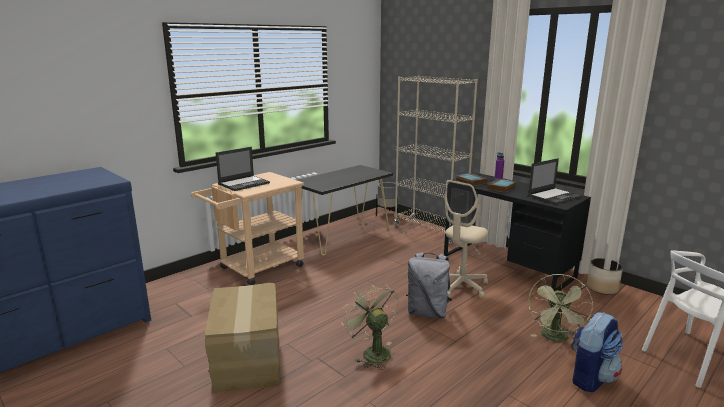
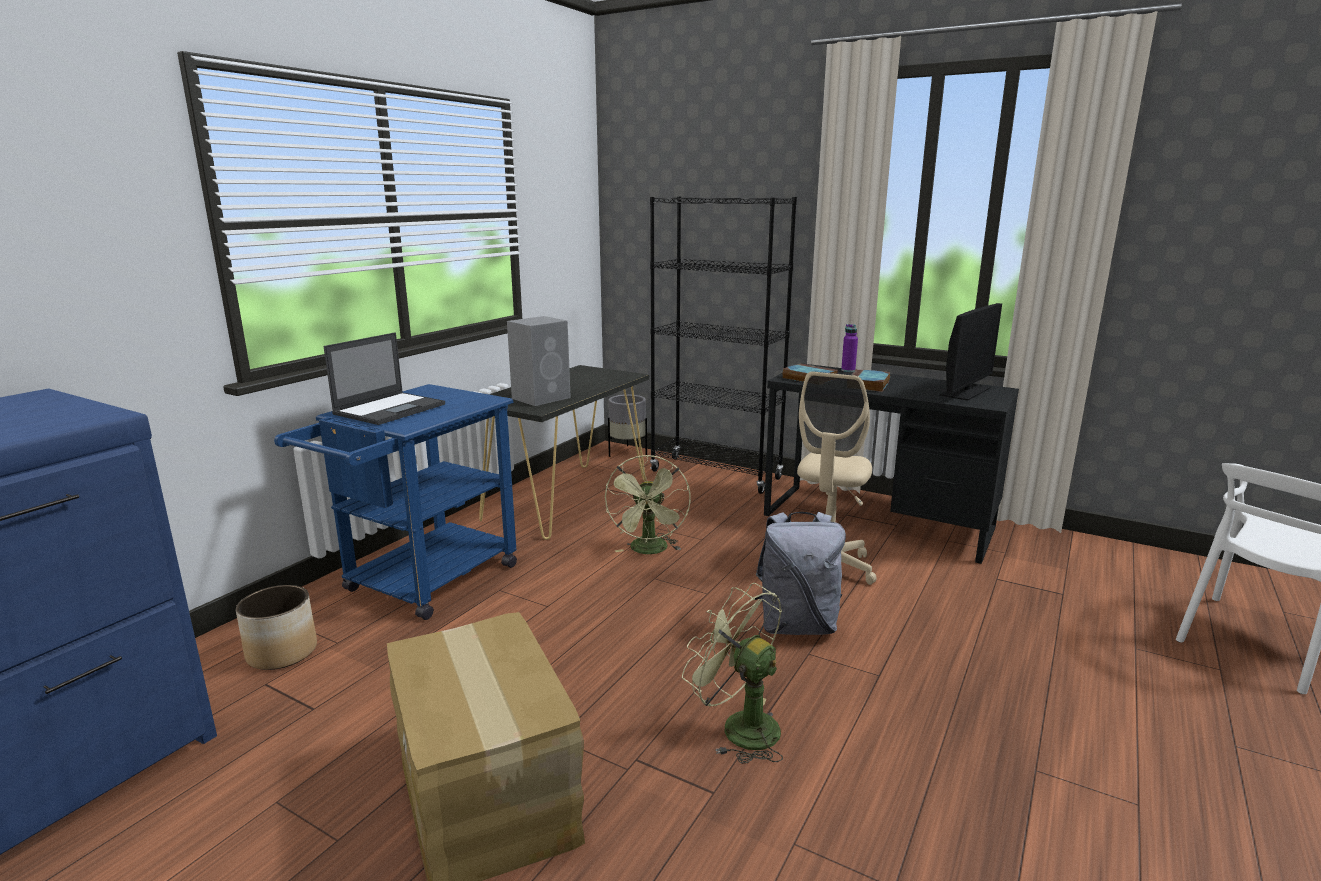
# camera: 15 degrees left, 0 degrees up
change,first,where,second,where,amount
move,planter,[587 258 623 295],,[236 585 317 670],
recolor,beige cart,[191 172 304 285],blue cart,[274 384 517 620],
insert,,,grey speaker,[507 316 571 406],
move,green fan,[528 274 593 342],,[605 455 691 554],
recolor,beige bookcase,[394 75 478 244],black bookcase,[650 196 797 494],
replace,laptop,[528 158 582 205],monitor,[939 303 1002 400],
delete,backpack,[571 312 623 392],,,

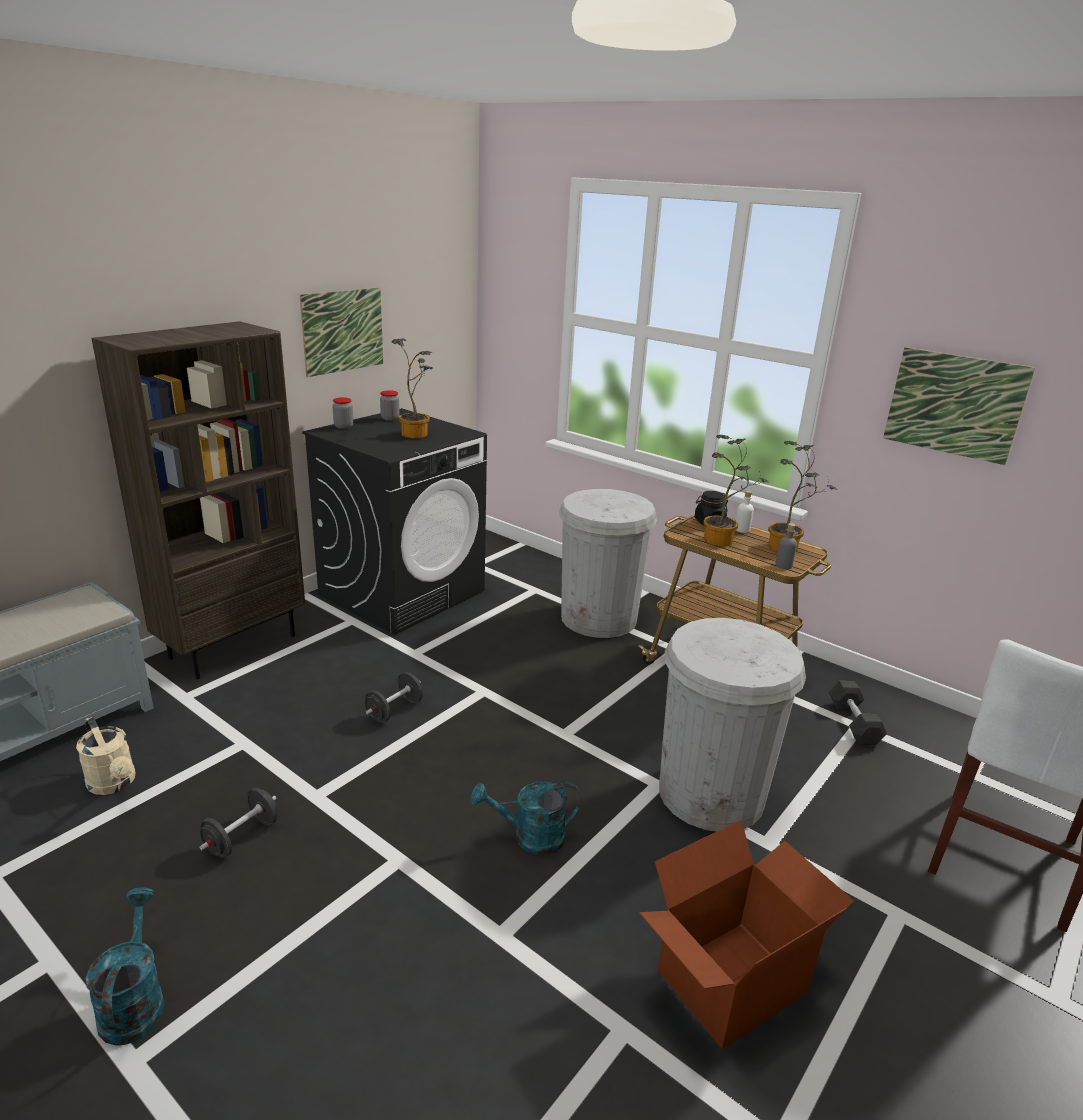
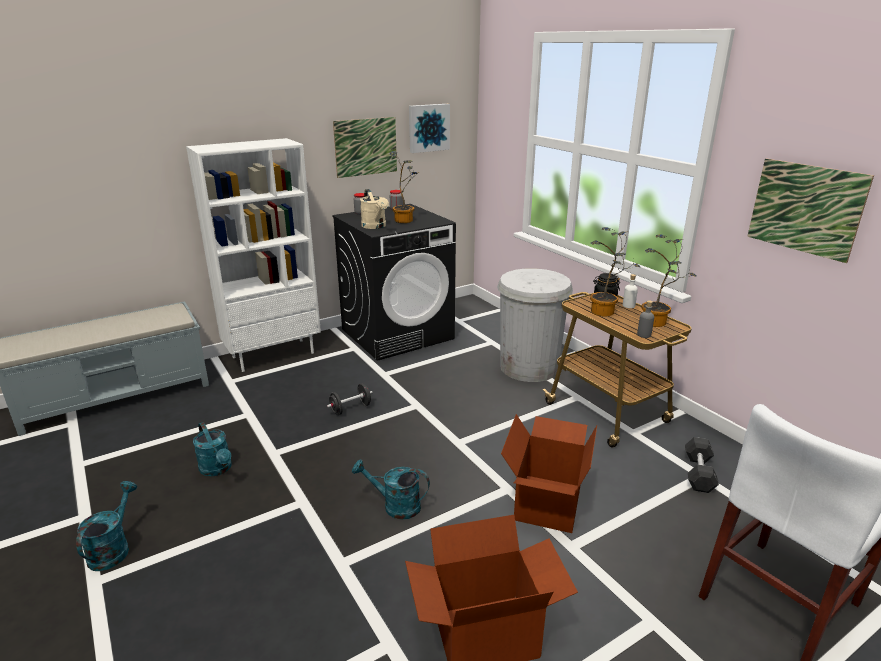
# camera: 20 degrees right, 0 degrees up
change,first,where,second,where,amount
recolor,brown bookcase,[92 321 305 679],white bookcase,[186 138 321 372],
replace,black dumbbell,[199 788 277 858],turquoise watering can,[193 422 232 477],
move,beige watering can,[76 717 135 795],,[360 189 389 229],
insert,,,picture,[409 104 450 153],
replace,white trash can,[659 618 806 832],cardboard box,[501 414 597 533],

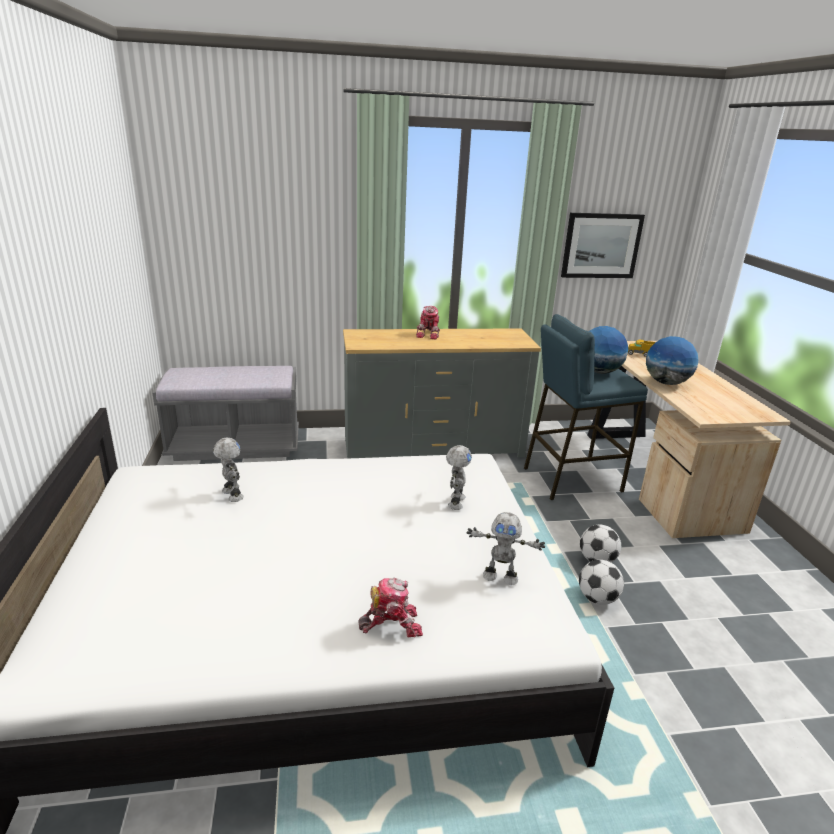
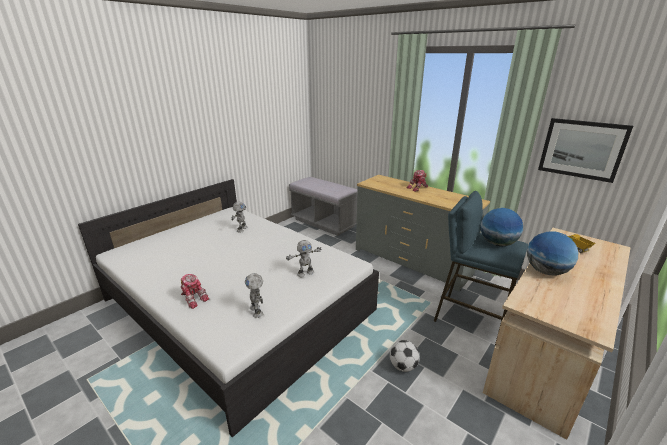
# camera: 50 degrees right, 0 degrees up
change,first,where,second,where,amount
delete,football,[579 560 624 605],,,

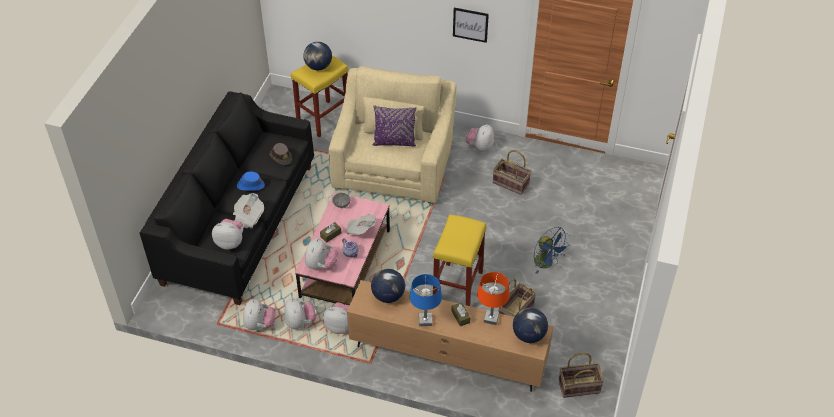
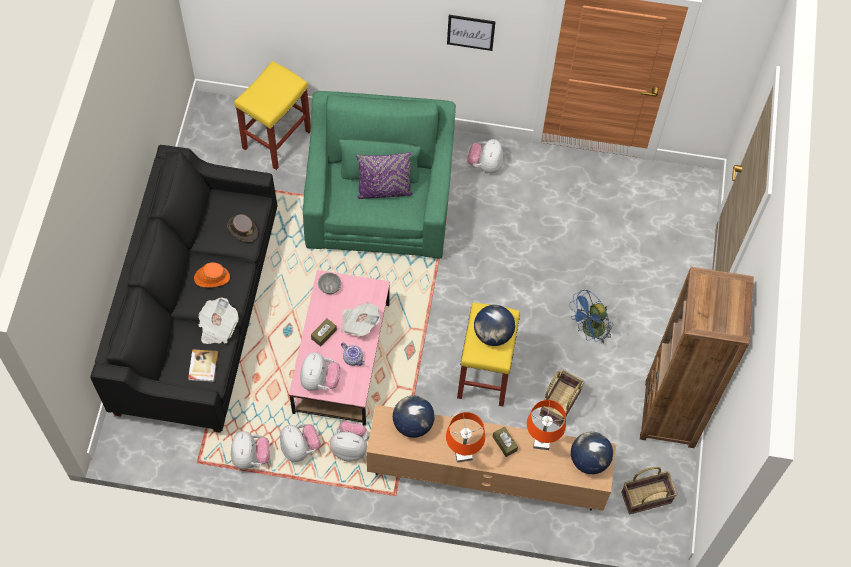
# camera: 10 degrees left, 15 degrees up
change,first,where,second,where,amount
replace,plush toy,[212 219 243 250],book,[188 349 218 382],
recolor,blue hat,[237 171 265 191],orange hat,[194 262 230 287],
recolor,beige armchair,[329 66 457 204],green armchair,[303 91 456 259],
recolor,blue table lamp,[410 274 442 326],orange table lamp,[446 412 485 463],
move,globe,[303 42 332 70],,[474 305 515 346],
rotate,blue fan,[534 227 570 274],,[569 290 613 343],105 degrees clockwise
insert,,,brown bookcase,[640 267 754 448],
delete,basket,[493 150 531 195],,,

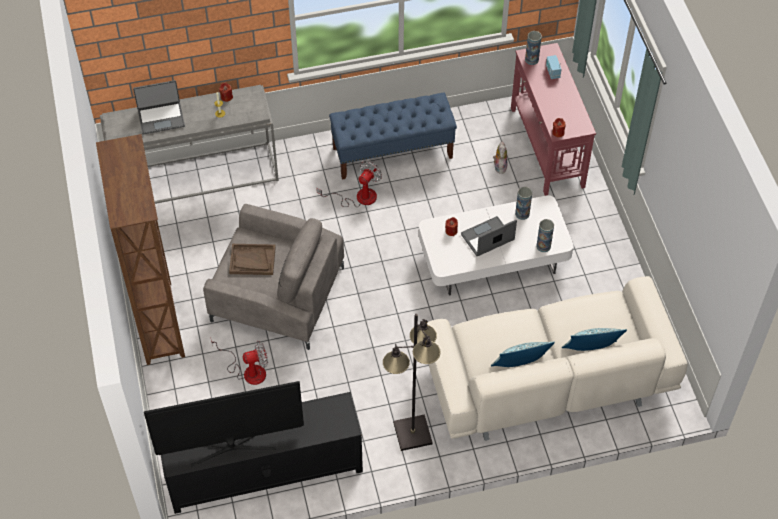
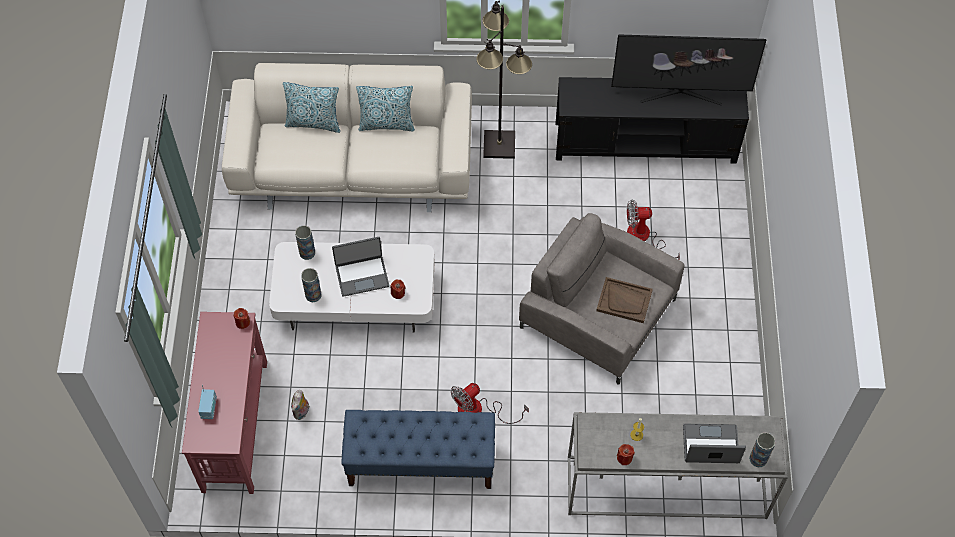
# camera: 165 degrees left, 5 degrees up
change,first,where,second,where,amount
move,vase,[525 31 542 65],,[749 432 776 467],
delete,brown bookcase,[96 134 185 365],,,

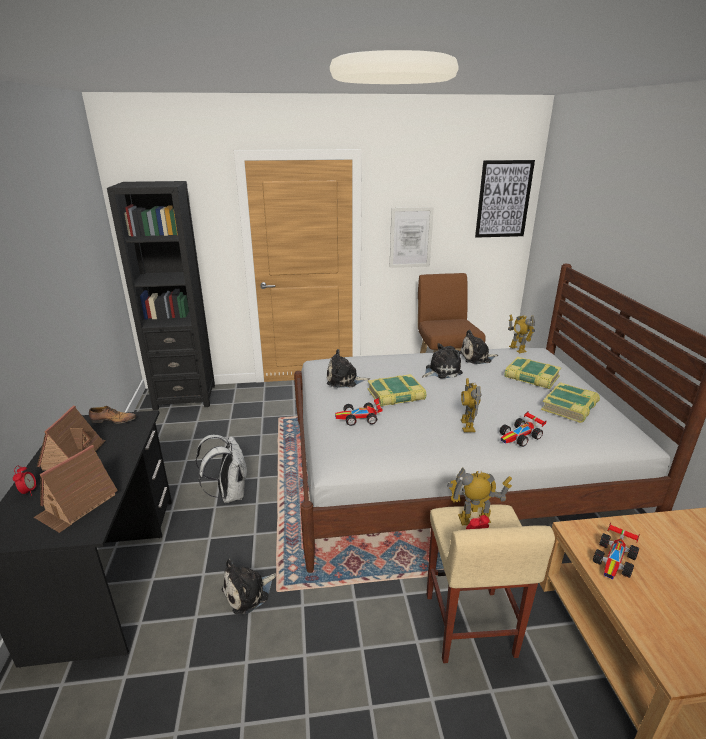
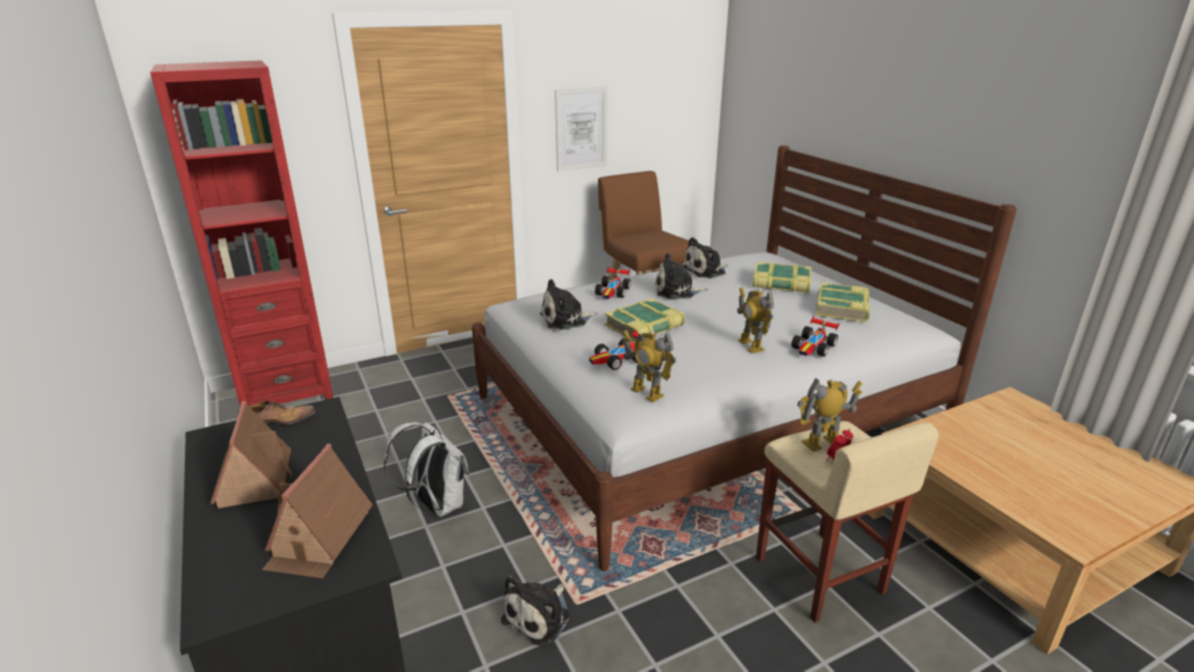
# camera: 20 degrees left, 0 degrees up
change,first,where,second,where,amount
recolor,black bookcase,[107 181 215 411],red bookcase,[150 60 333 406],
move,toy car,[593 523 640 579],,[595 267 631 299],
move,toy robot,[508 315 535 353],,[623 330 676 402],
rotate,plush toy,[422 343 463 379],,[655 253 708 299],135 degrees counterclockwise
delete,alarm clock,[13 466 36 496],,,
delete,picture,[475 160 535 238],,,

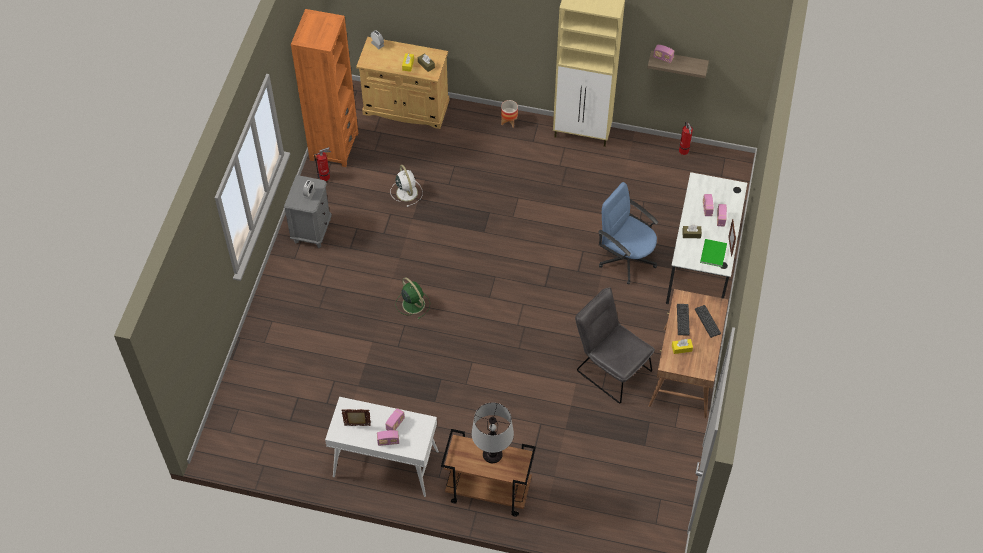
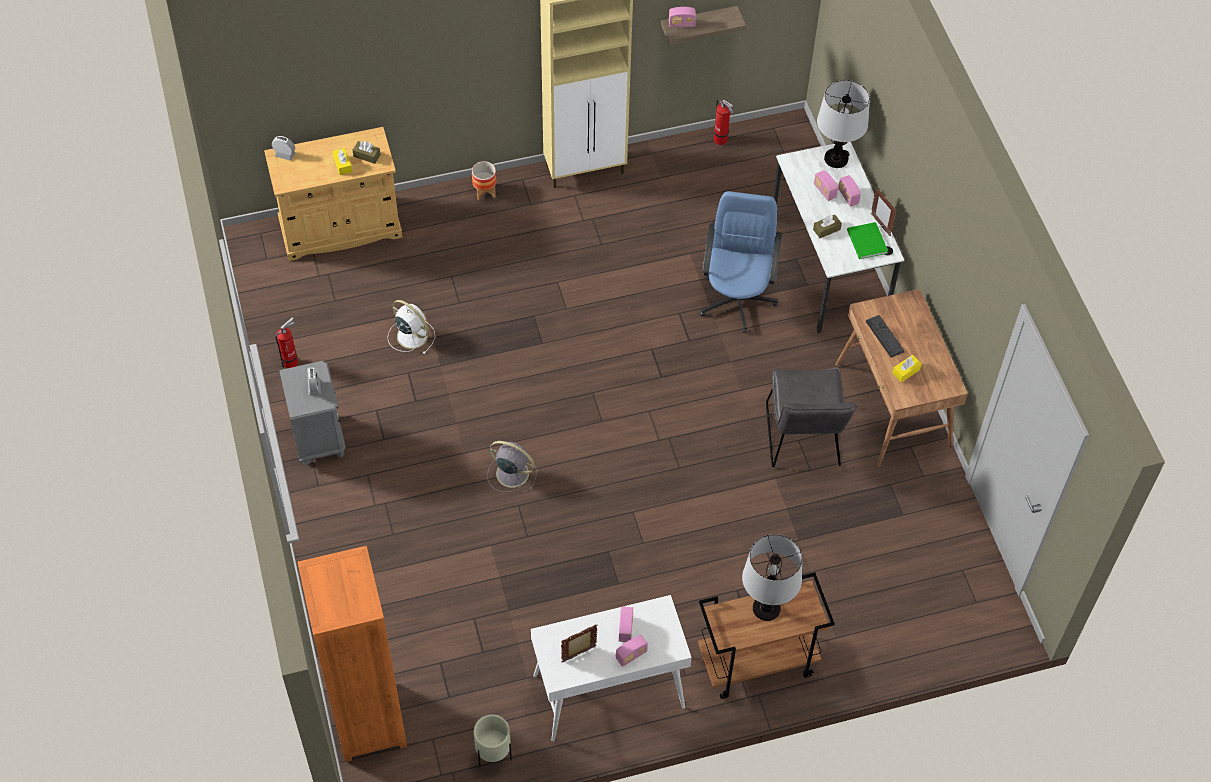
# camera: 30 degrees left, 0 degrees up
change,first,where,second,where,amount
move,orange bookcase,[291 9 358 167],,[297 546 407 762],
insert,,,beige planter,[474 714 512 767],
recolor,green fan,[396 277 430 319],grey fan,[487 441 537 492],
rotate,blue office chair,[598 182 658 284],,[700 191 782 333],90 degrees clockwise
rotate,grey chair,[575 288 655 404],,[766 368 857 467],105 degrees counterclockwise
insert,,,table lamp,[817 80 870 168],
delete,keyboard,[695 305 721 338],,,

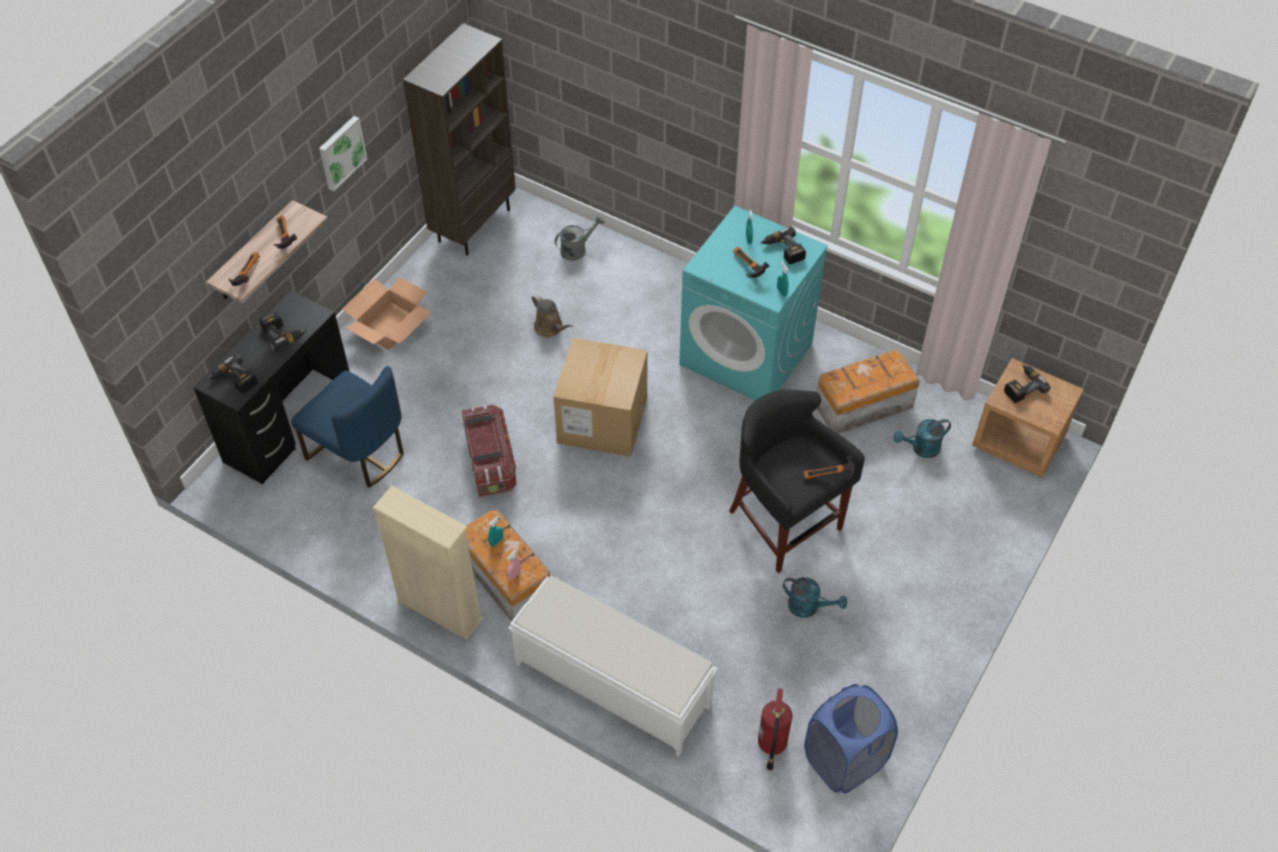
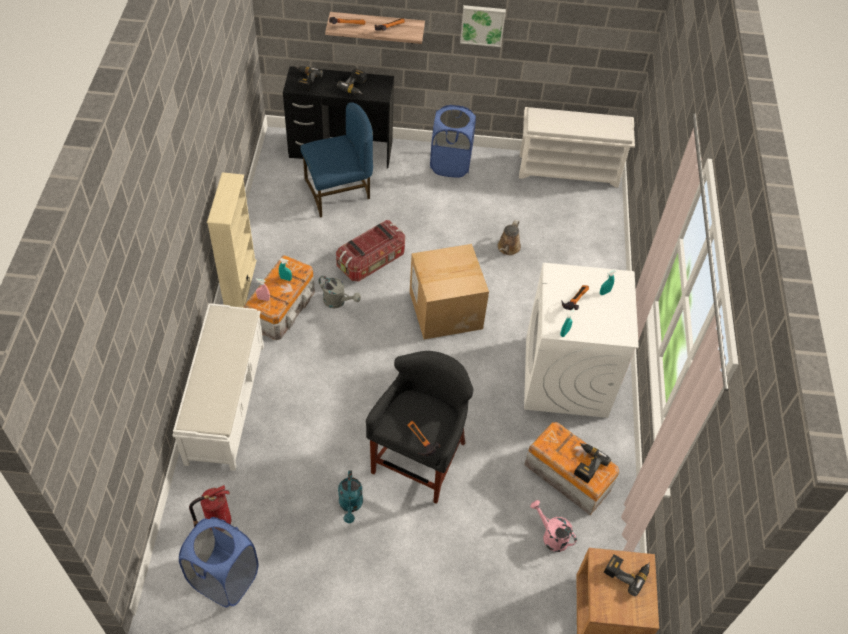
# camera: 60 degrees right, 0 degrees up
change,first,where,second,where,amount
rotate,blue chair,[291 366 404 488],,[300 102 373 218],120 degrees counterclockwise
move,grey watering can,[555 215 605 261],,[318 276 361 308],
replace,cardboard box,[342 277 432 350],blue laundry basket,[430 105 476 178],
replace,brown bookcase,[403 23 516 255],white shoe rack,[519 107 635 188],
recolor,turquoise washing machine,[679 206 828 401],white washing machine,[524 263 639 418],
recolor,turquoise watering can,[893 419 951 458],pink watering can,[530 500 577 552],
move,power drill,[760 227 806 265],,[574 443 611 483],

